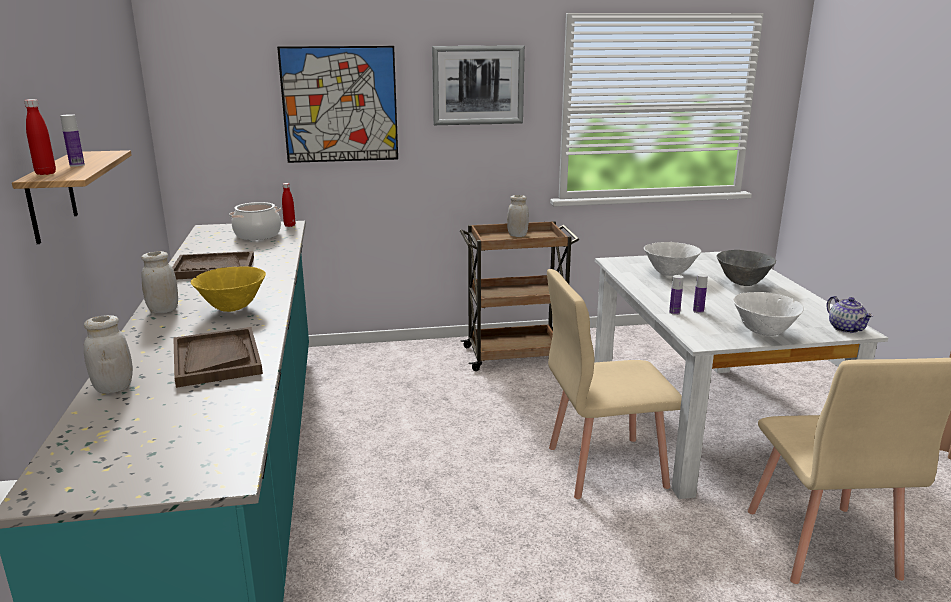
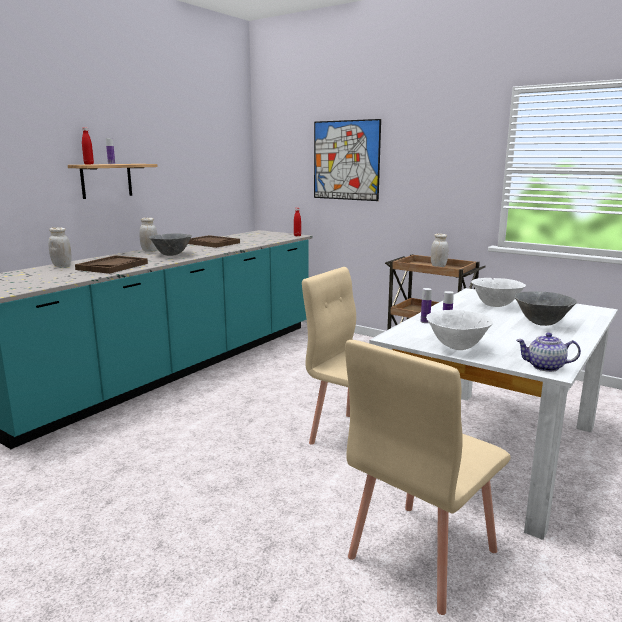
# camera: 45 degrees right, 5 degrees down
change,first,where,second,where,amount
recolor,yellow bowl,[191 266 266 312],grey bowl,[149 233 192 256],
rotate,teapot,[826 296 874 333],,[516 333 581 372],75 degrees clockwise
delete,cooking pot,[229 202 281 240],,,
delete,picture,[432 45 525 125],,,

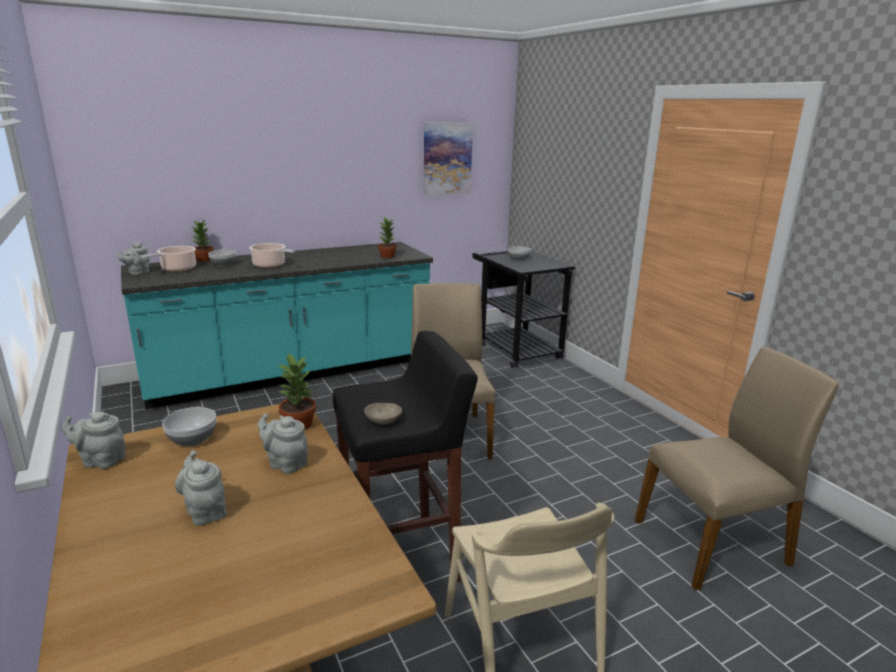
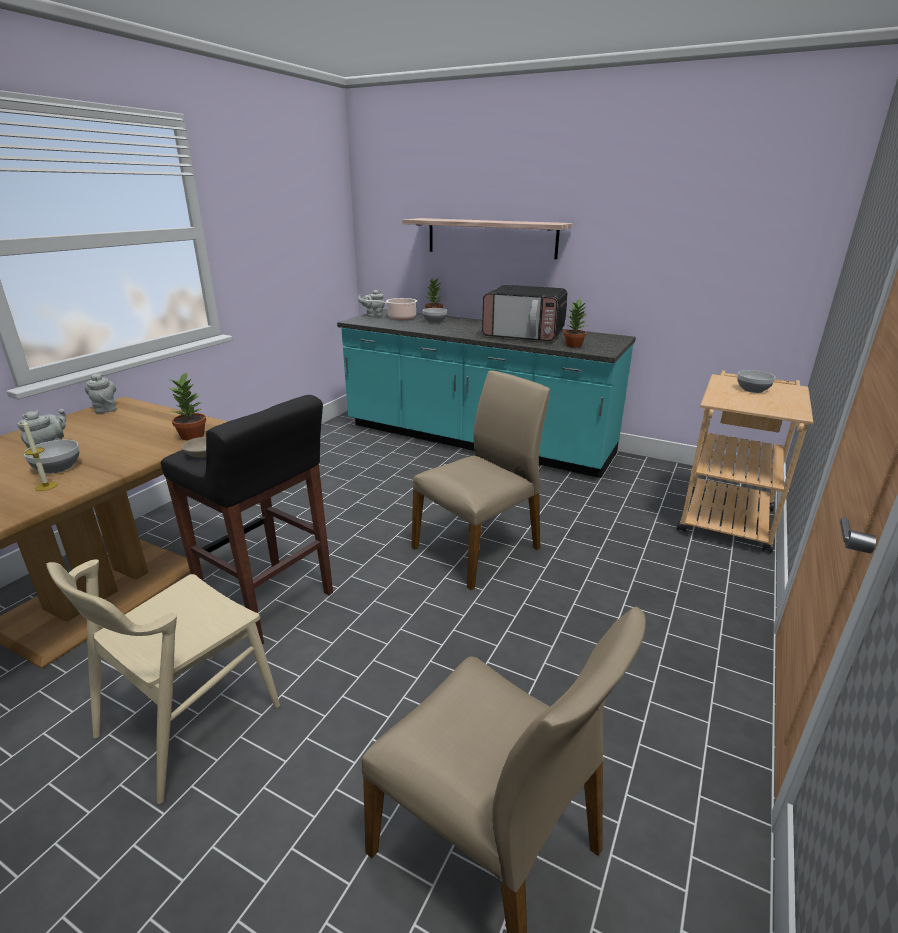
# camera: 55 degrees right, 5 degrees up
change,first,where,second,where,amount
insert,,,candle,[23 420 58 491],
move,bowl,[162 407 216 446],,[24 440 79 473],
insert,,,shelf,[402 218 573 259],
insert,,,microwave,[482 285 567 341],
recolor,black cart,[472 251 575 368],beige cart,[677 371 813 553],
delete,cooking pot,[249 243 294 268],,,
delete,grey teapot,[258 413 308 474],,,
delete,picture,[424 123 473 196],,,

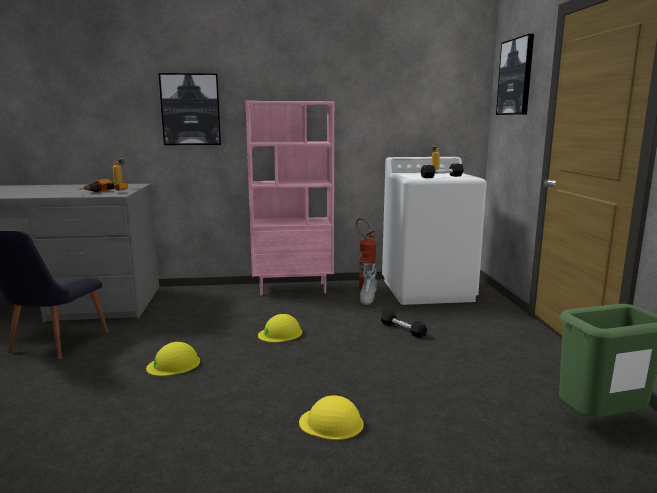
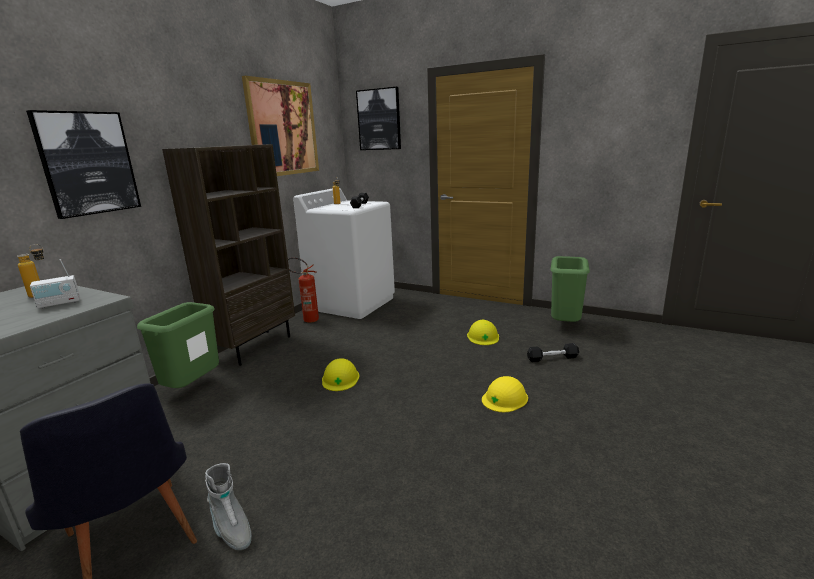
# camera: 55 degrees left, 5 degrees up
change,first,where,second,where,amount
replace,power drill,[79 179 128 192],radio,[30 259 80 309],
insert,,,green trash can,[137 302 219 388],
recolor,pink bookcase,[245 101 334 295],brown bookcase,[162 144 295 366],
move,grey boot,[360 263 377 305],,[205 463 252 550],
insert,,,picture,[242 76 319 176],
move,yellow hard hat,[146 342 200 376],,[467 320 499 345],
move,black dumbbell,[381 310 427 338],,[527 343 579 362],

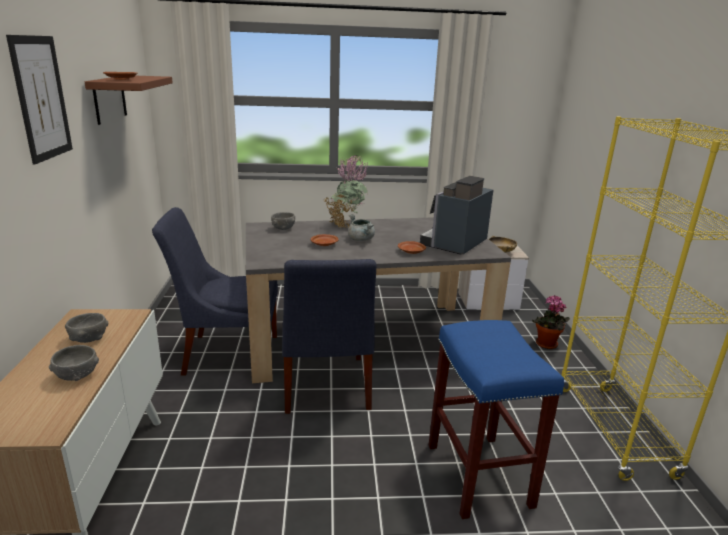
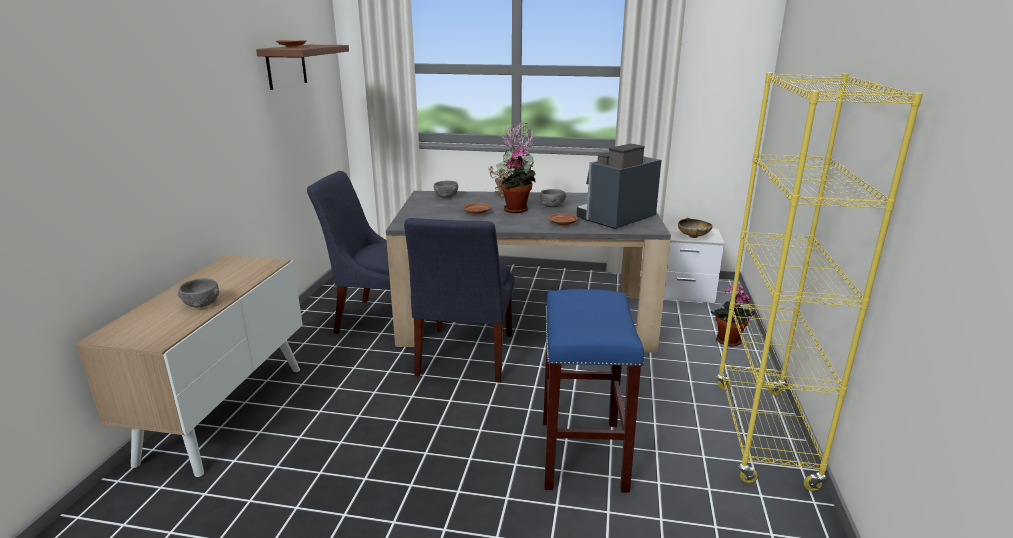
# camera: 15 degrees right, 0 degrees up
change,first,where,second,where,amount
replace,grey cooking pot,[348 214 375 241],potted plant,[501 147 536 213],
move,grey bowl,[65 313 108 343],,[539 189 566 208],
delete,picture,[6 35 73 165],,,

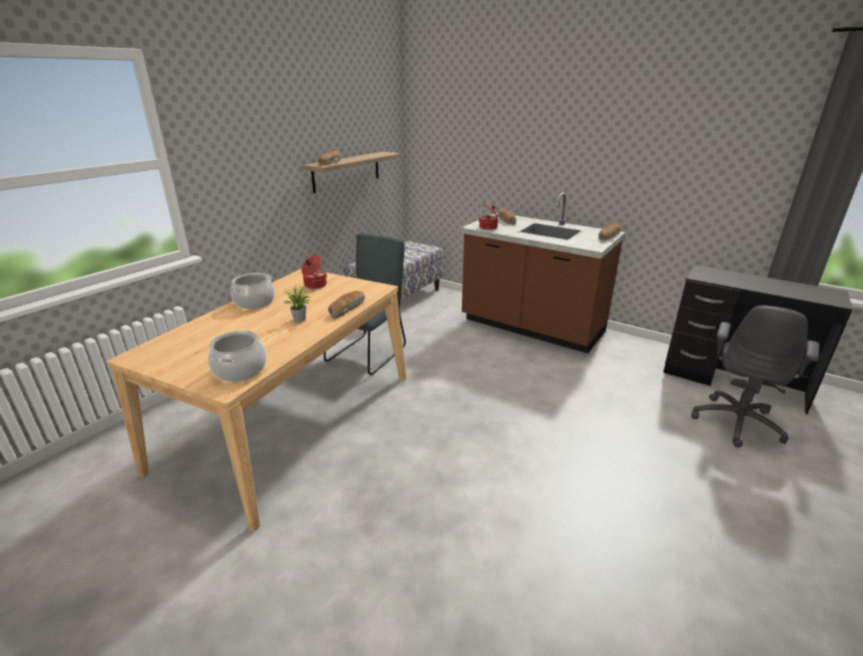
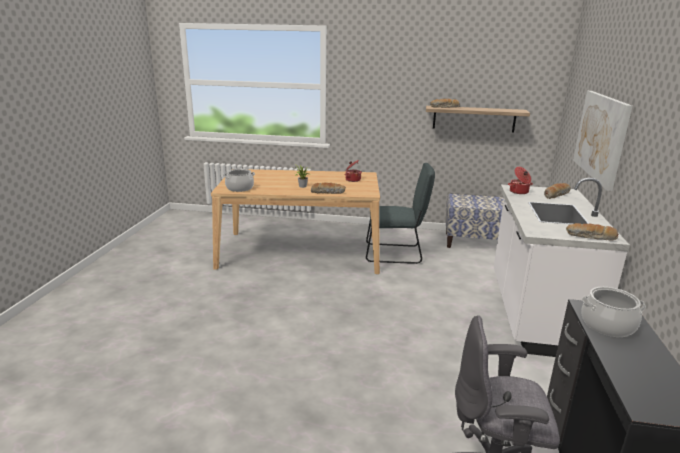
# camera: 65 degrees right, 5 degrees down
change,first,where,second,where,amount
recolor,brown counter,[461 193 625 353],white counter,[494 178 630 357],
insert,,,picture,[573 91 632 191],
move,cooking pot,[230 273 275 309],,[581 287 646 337],

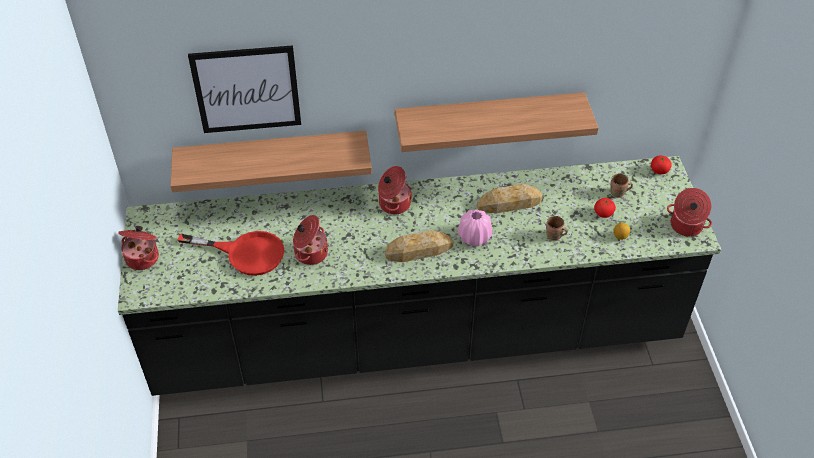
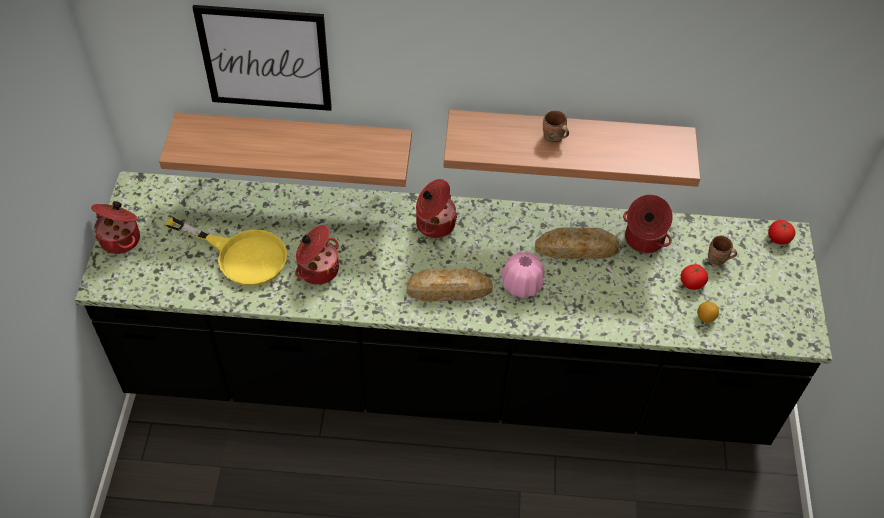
# camera: 10 degrees right, 5 degrees up
change,first,where,second,where,amount
recolor,red frying pan,[178 231 284 276],yellow frying pan,[166 217 287 286],
move,brown mug,[546 216 568 241],,[543 110 569 144],
move,cooking pot,[667 188 712 237],,[623 195 673 253],

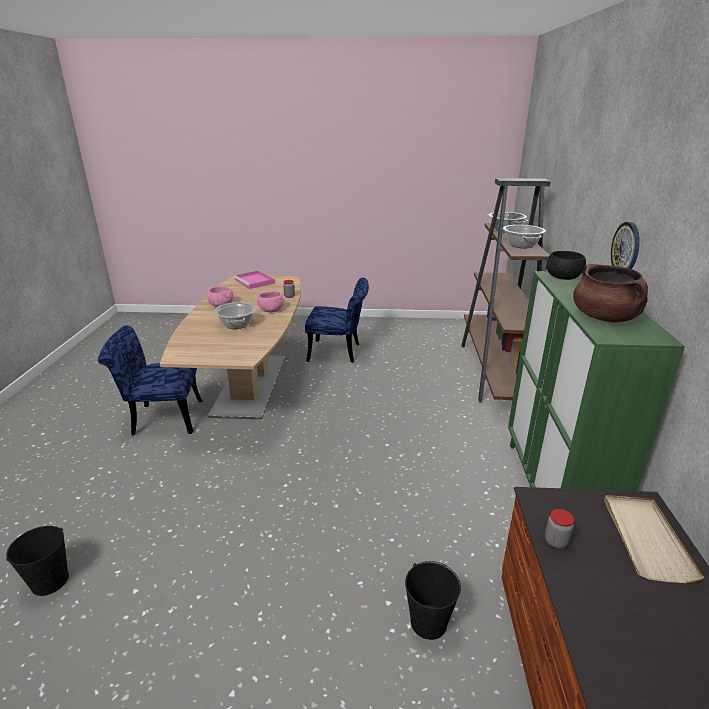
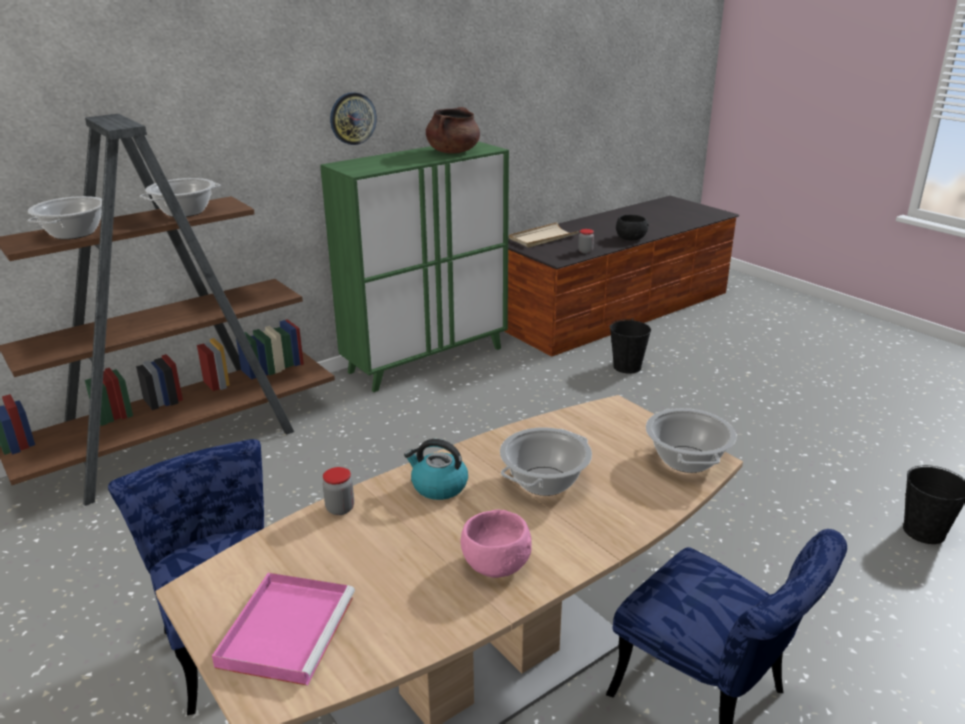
# camera: 130 degrees left, 0 degrees up
change,first,where,second,where,amount
replace,pink bowl,[258 291 284 312],kettle,[404 439 468 500],
move,black bowl,[546 251 586 280],,[616 215 649 240],
insert,,,cooking pot,[646 408 736 473],

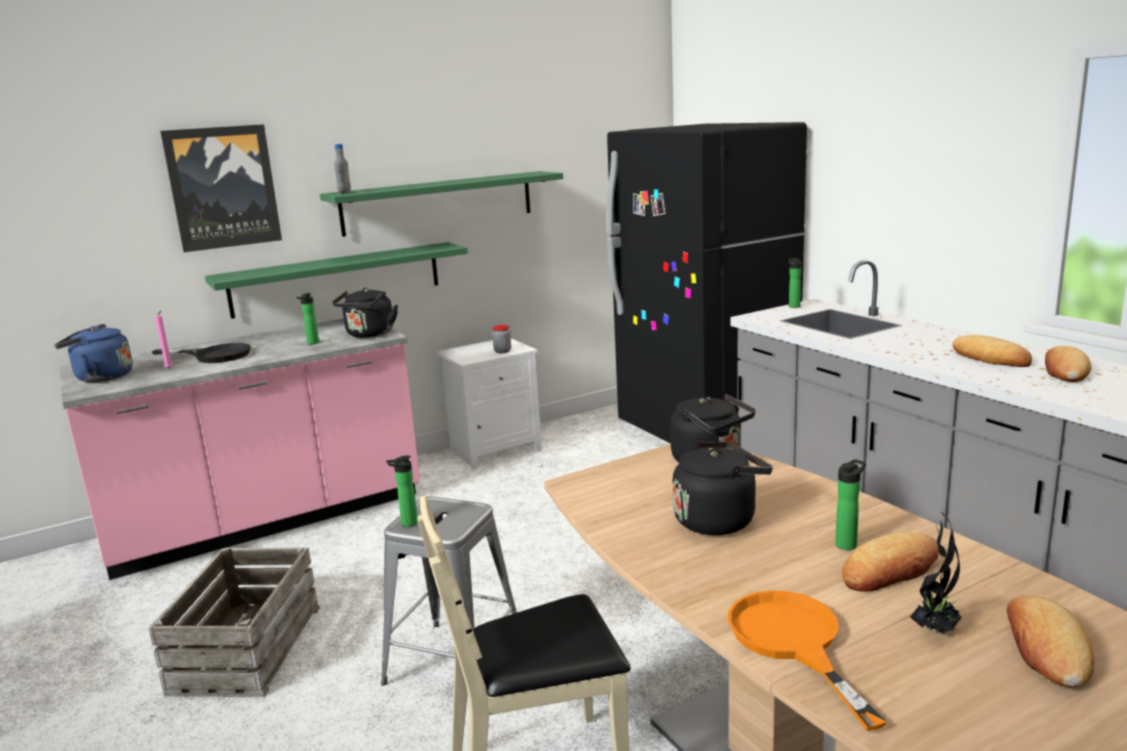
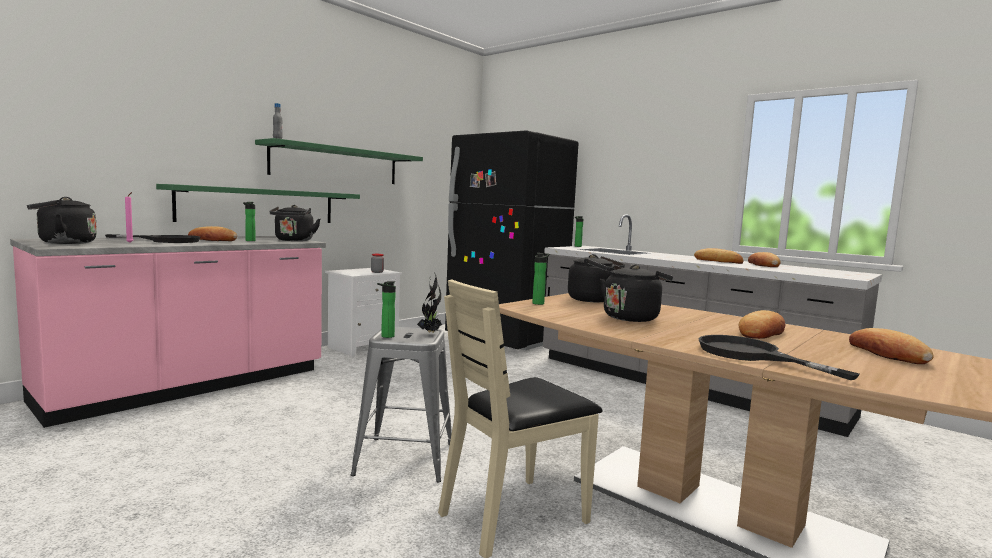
# camera: 20 degrees left, 10 degrees down
change,first,where,second,where,amount
recolor,blue kettle,[55 324 133 382],black kettle,[27 197 97 244],
insert,,,bread,[188 226 237 241],
move,potted plant,[910 511 962 634],,[417 270 442 333],
move,bottle,[835 459 866 550],,[532 253 549 305],
recolor,orange frying pan,[728 590 887 731],black frying pan,[699 335 860 380],
delete,crate,[148 547 320 697],,,
delete,picture,[160 124 282 252],,,

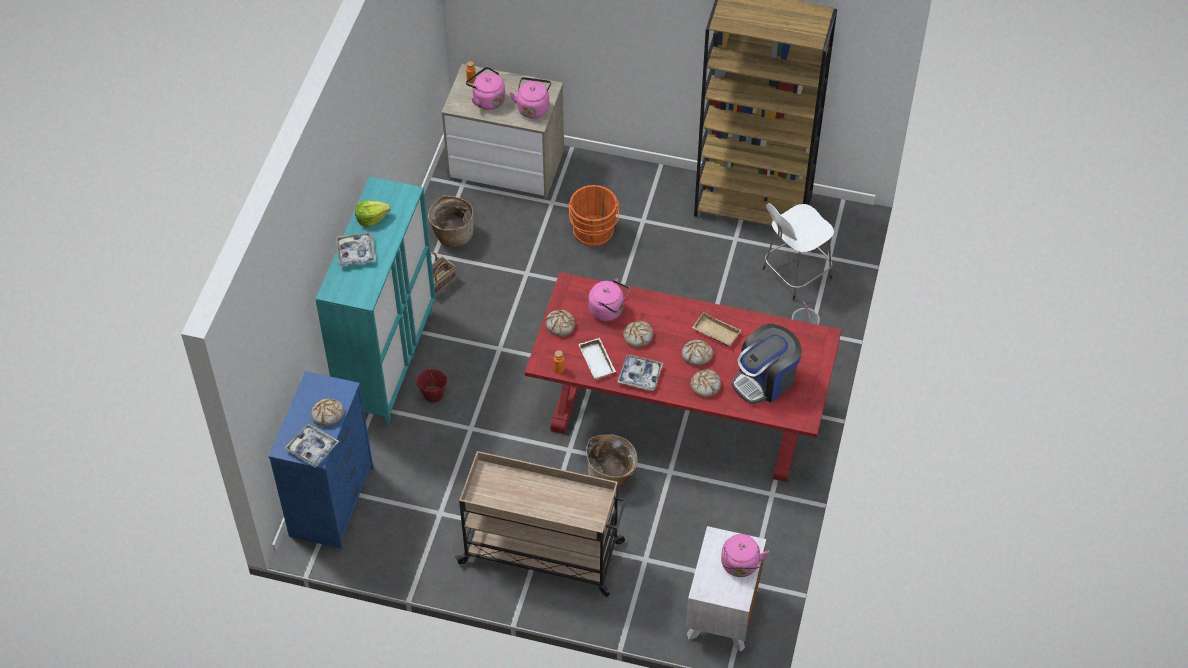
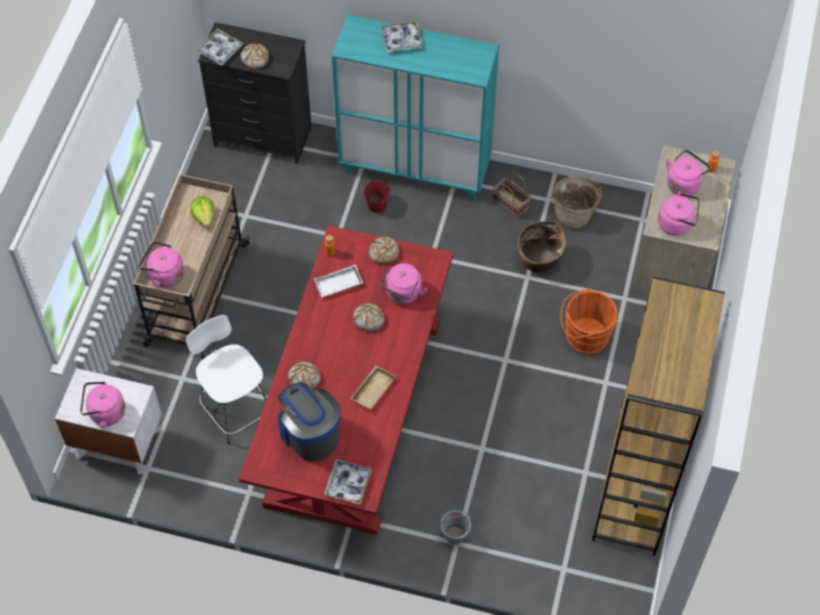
# camera: 90 degrees right, 5 degrees up
change,first,where,second,where,amount
insert,,,pink kettle,[139 241 184 288],
move,white stool,[763 203 834 301],,[186 315 267 445],
move,lettuce,[355 201 391 227],,[190 196 214 228],
recolor,blue dresser,[268 371 374 549],black dresser,[198 22 312 164],
move,tray,[617 354 663 391],,[324 459 373 504],
move,basket,[586 434 638 489],,[518 221 566 273],
delete,bread,[682 340 713 366],,,

